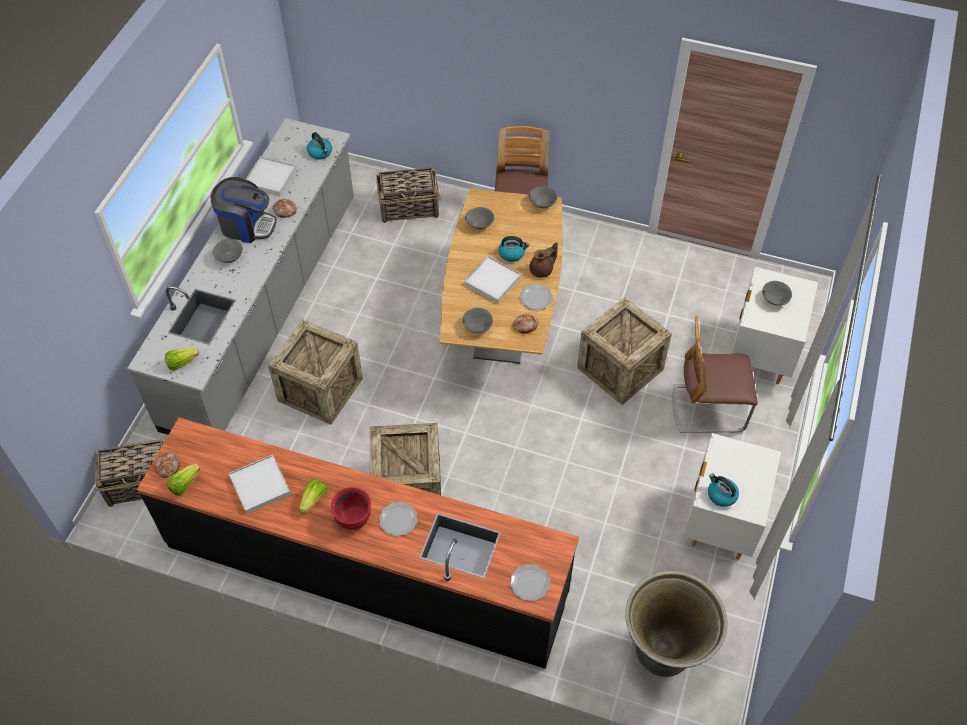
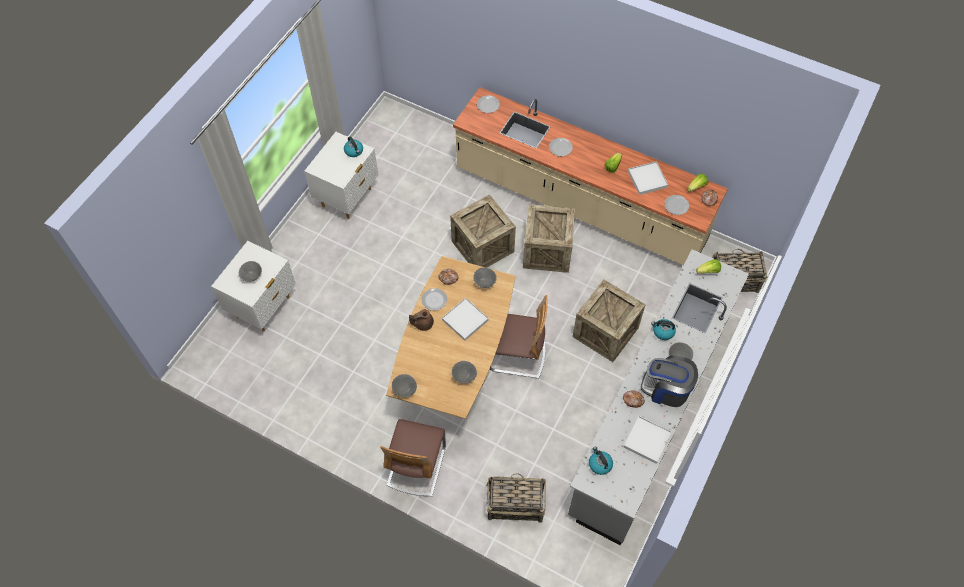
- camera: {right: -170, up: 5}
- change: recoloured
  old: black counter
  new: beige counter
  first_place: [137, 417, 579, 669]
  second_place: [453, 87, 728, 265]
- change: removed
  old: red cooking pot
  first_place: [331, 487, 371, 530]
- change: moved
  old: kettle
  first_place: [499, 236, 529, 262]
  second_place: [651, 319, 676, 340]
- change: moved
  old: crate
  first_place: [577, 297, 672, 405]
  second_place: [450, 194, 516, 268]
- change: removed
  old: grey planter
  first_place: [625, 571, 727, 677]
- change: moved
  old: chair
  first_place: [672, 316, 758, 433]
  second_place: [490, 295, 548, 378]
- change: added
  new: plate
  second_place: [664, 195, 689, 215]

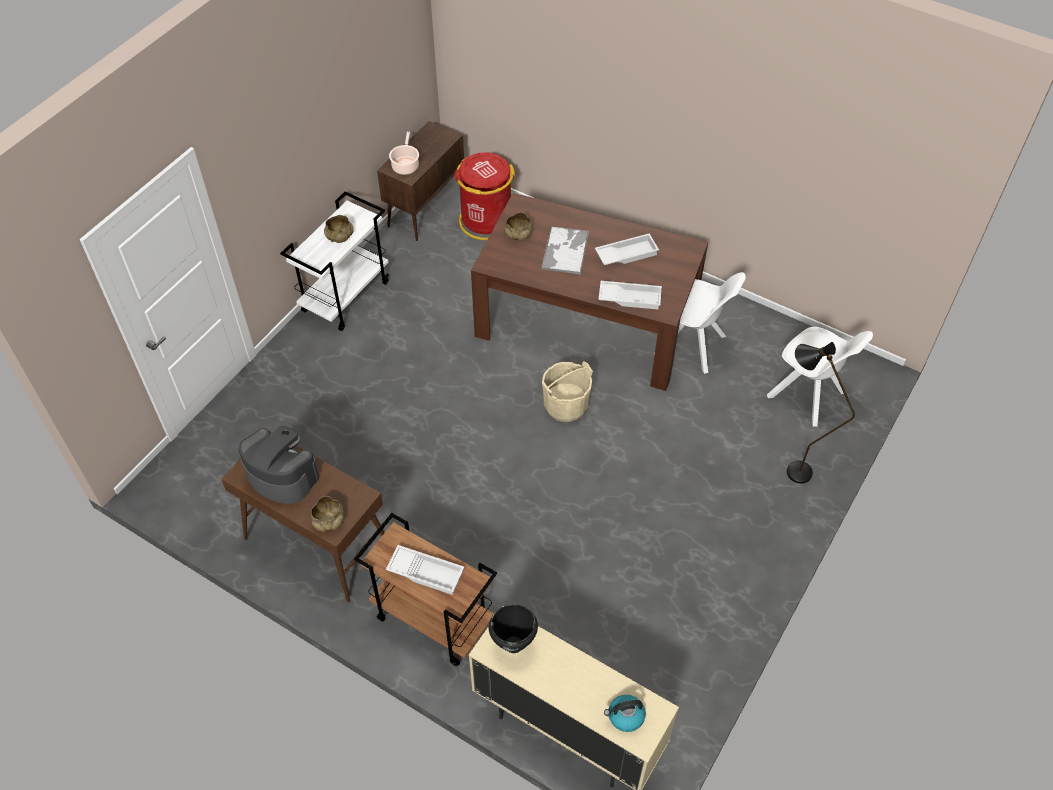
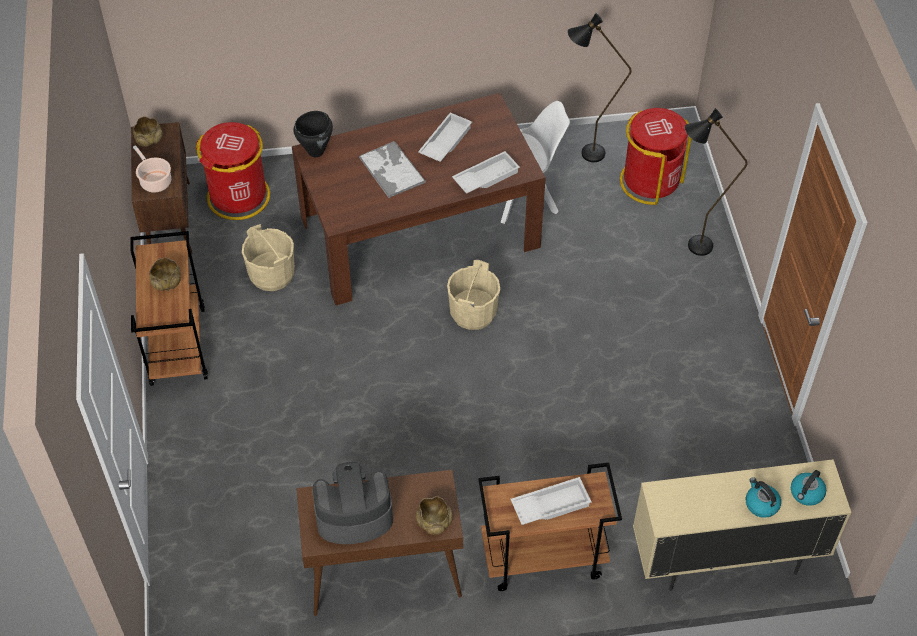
- camera: {right: -40, up: 0}
- change: recoloured
  old: white cart
  new: brown cart
  first_place: [280, 191, 389, 331]
  second_place: [130, 231, 208, 386]
- change: moved
  old: black cooking pot
  first_place: [489, 604, 538, 653]
  second_place: [294, 111, 333, 157]
- change: moved
  old: beige bowl
  first_place: [504, 212, 533, 241]
  second_place: [133, 116, 163, 147]
- change: replaced
  old: white chair
  new: red trash can
  first_place: [767, 327, 873, 427]
  second_place: [620, 108, 691, 205]
- change: added
  new: beige bucket
  second_place: [242, 224, 295, 291]
- change: added
  new: black floor lamp
  second_place: [567, 13, 632, 162]
- change: added
  new: kettle
  second_place: [746, 477, 781, 518]

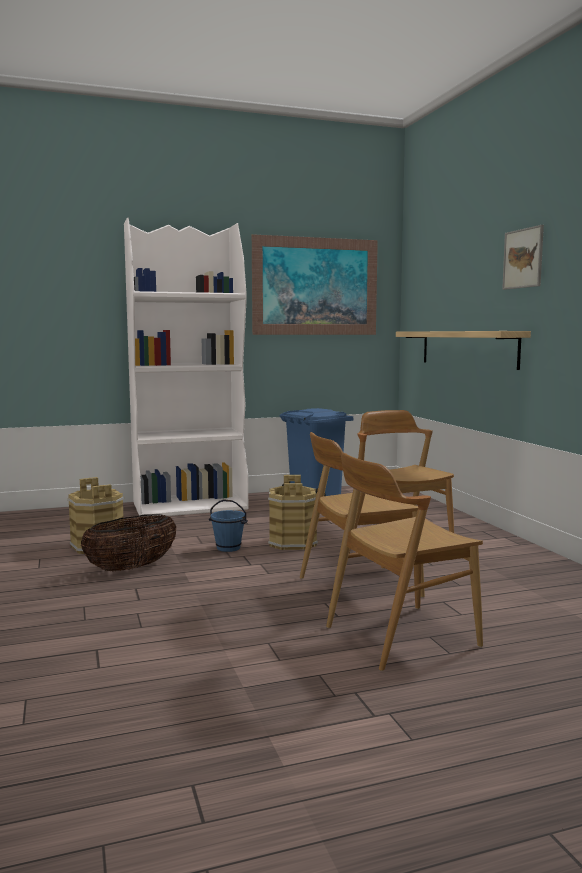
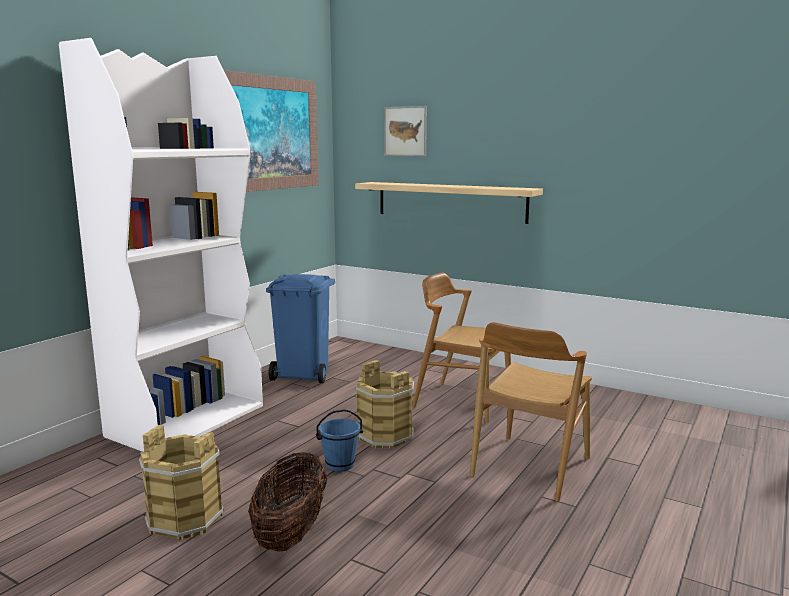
- camera: {right: -40, up: 5}
- change: removed
  old: brown chair
  first_place: [326, 453, 483, 671]
- change: moved
  old: picture
  first_place: [502, 225, 544, 290]
  second_place: [384, 106, 427, 156]

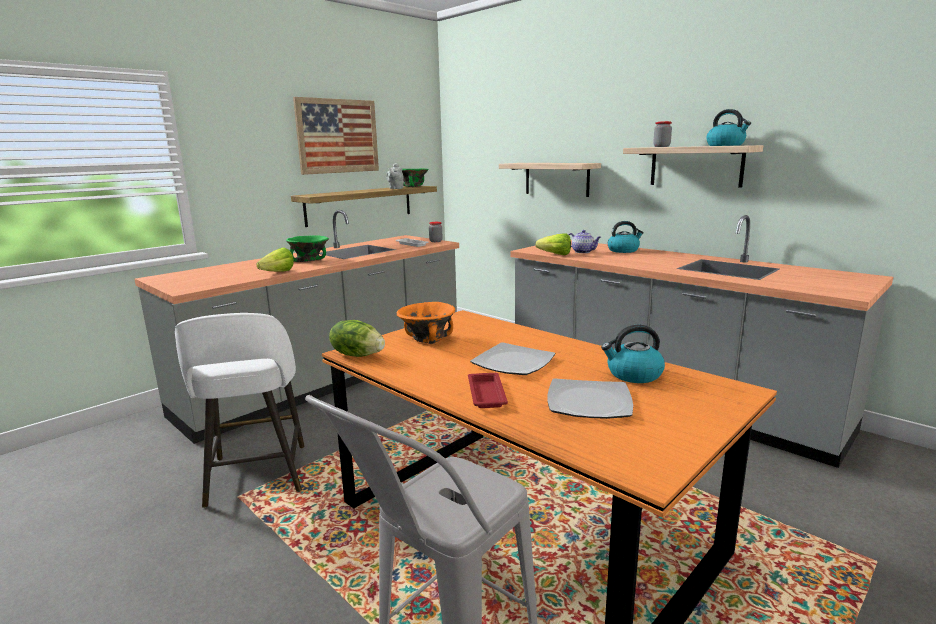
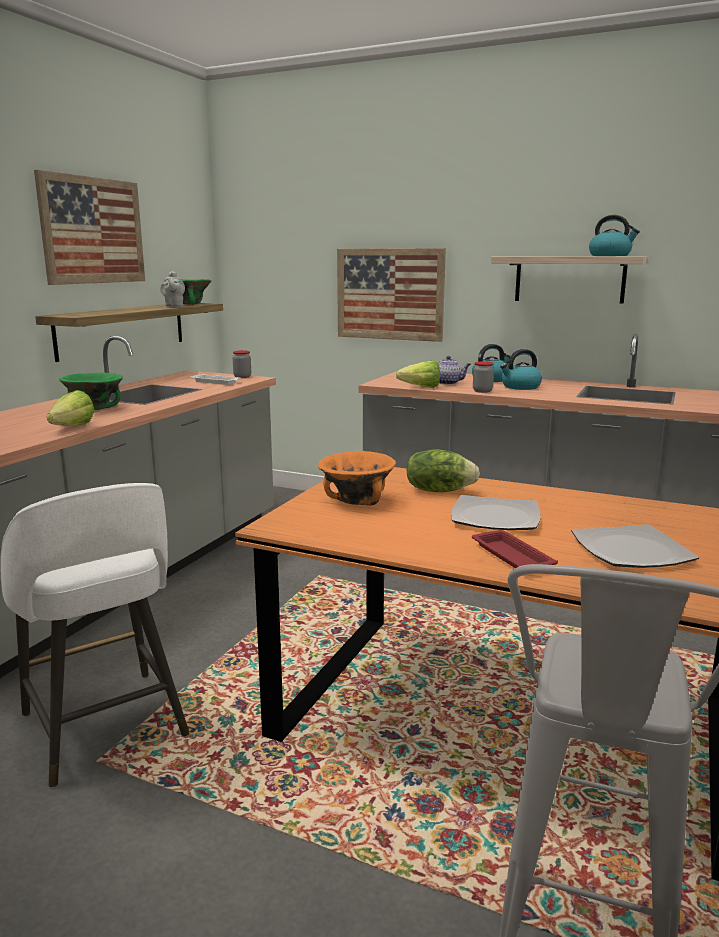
- camera: {right: -20, up: 0}
- change: moved
  old: lettuce
  first_place: [329, 320, 385, 357]
  second_place: [406, 449, 480, 492]
- change: replaced
  old: shelf
  new: picture
  first_place: [499, 163, 601, 197]
  second_place: [337, 248, 446, 342]
- change: moved
  old: kettle
  first_place: [601, 325, 665, 383]
  second_place: [500, 349, 542, 390]
- change: moved
  old: jar
  first_place: [653, 121, 672, 147]
  second_place: [473, 361, 494, 393]

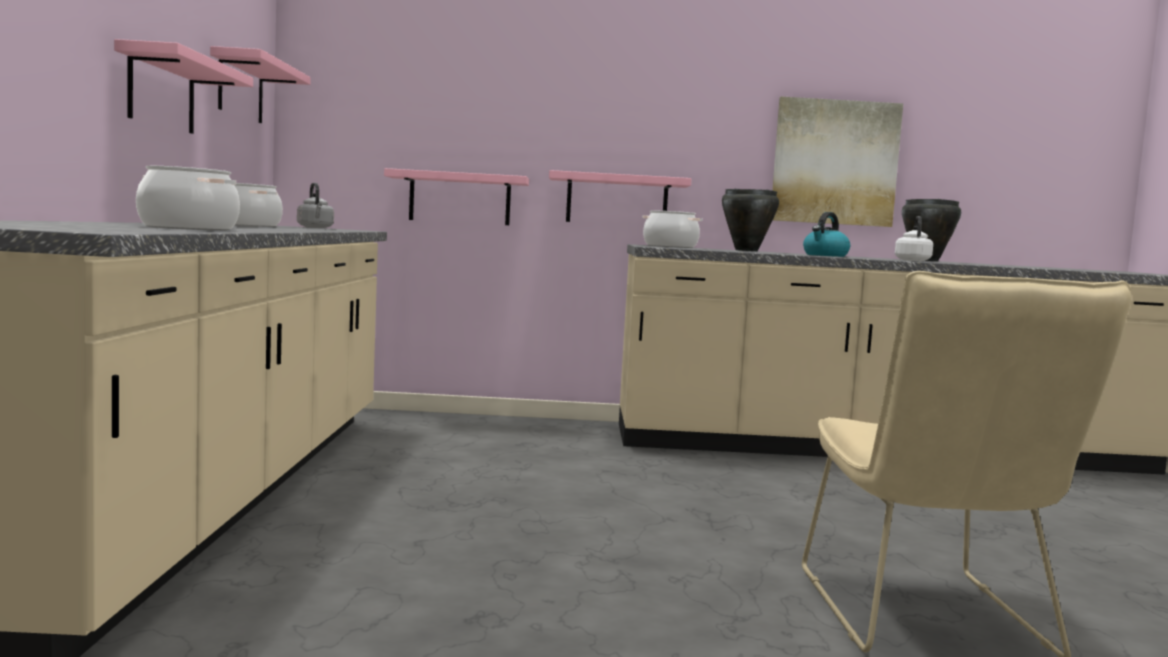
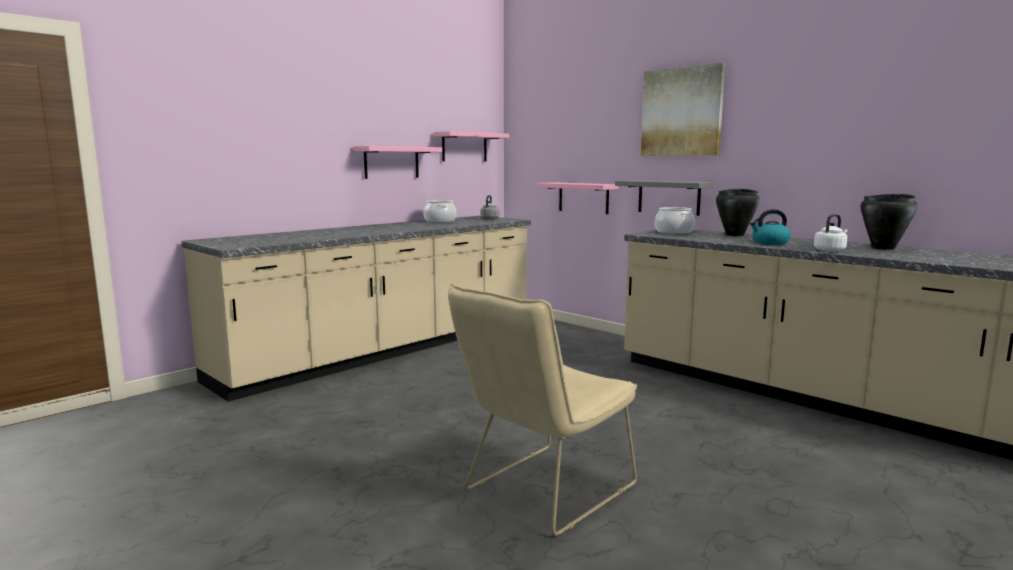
- camera: {right: 45, up: 5}
- change: removed
  old: cooking pot
  first_place: [136, 166, 240, 231]
- change: recoloured
  old: pink shelf
  new: grey shelf
  first_place: [549, 170, 691, 222]
  second_place: [615, 180, 713, 216]
- change: moved
  old: picture
  first_place: [772, 97, 903, 227]
  second_place: [641, 63, 725, 156]

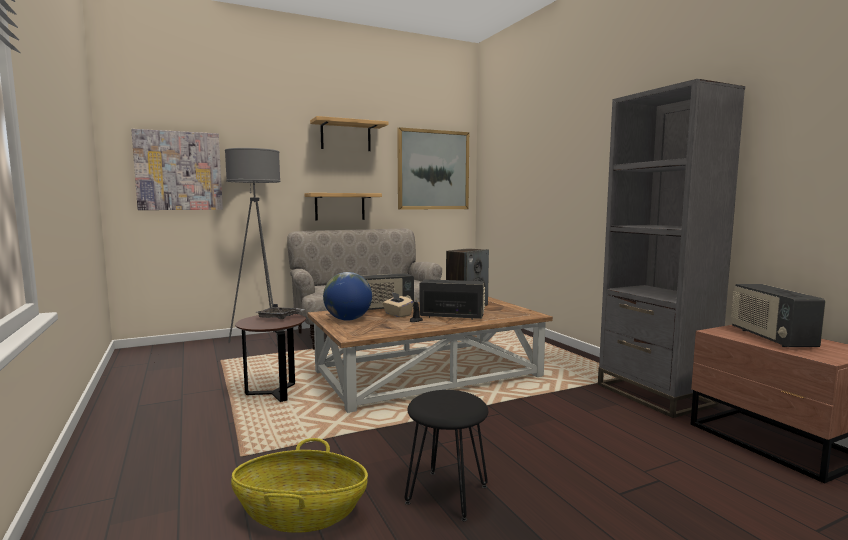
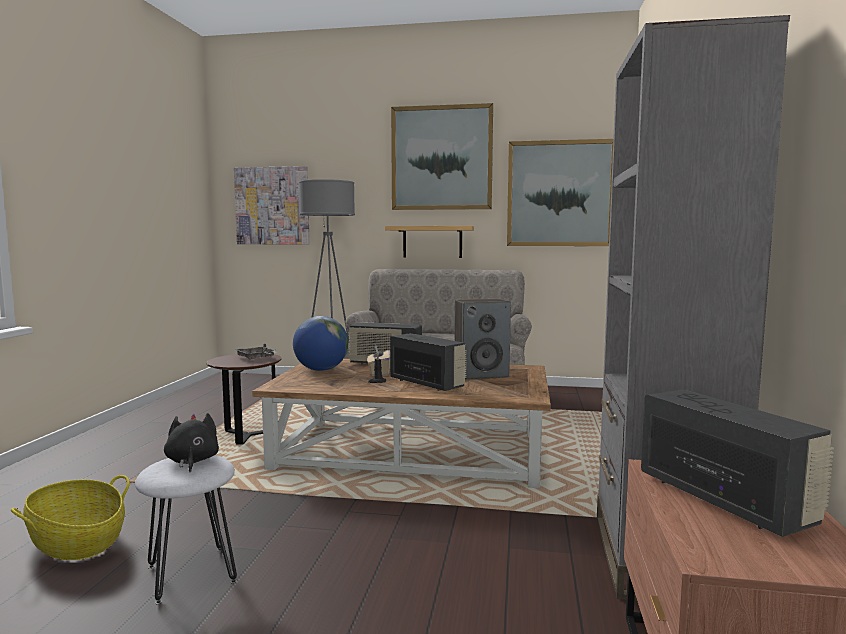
- camera: {right: 35, up: 0}
- change: replaced
  old: shelf
  new: picture
  first_place: [310, 116, 389, 151]
  second_place: [391, 103, 493, 210]
- change: recoloured
  old: black stool
  new: white stool
  first_place: [405, 390, 488, 521]
  second_place: [135, 455, 237, 604]
- change: turned
  old: radio
  first_place: [731, 284, 826, 347]
  second_place: [641, 389, 834, 537]
  degrees: 120
- change: added
  new: black plush toy
  second_place: [164, 413, 219, 473]

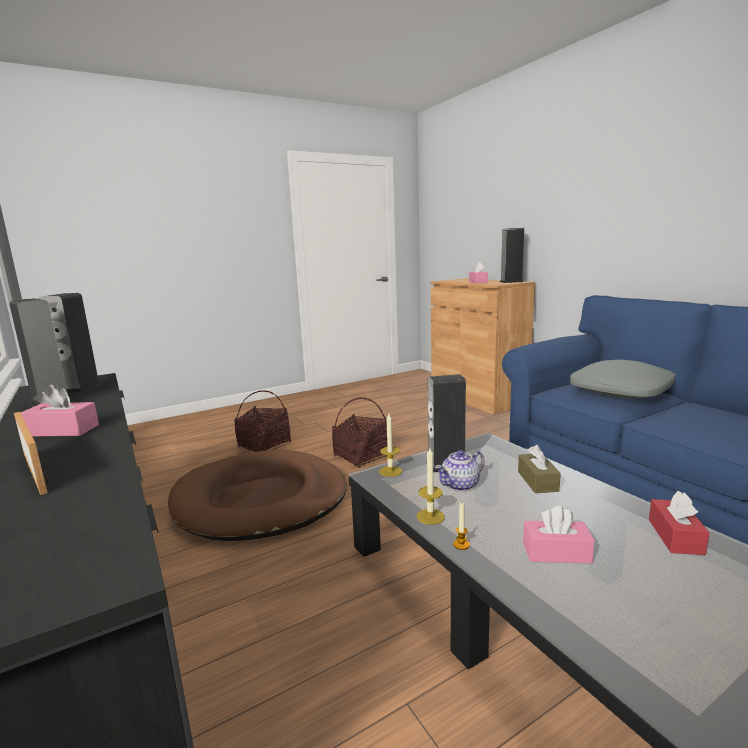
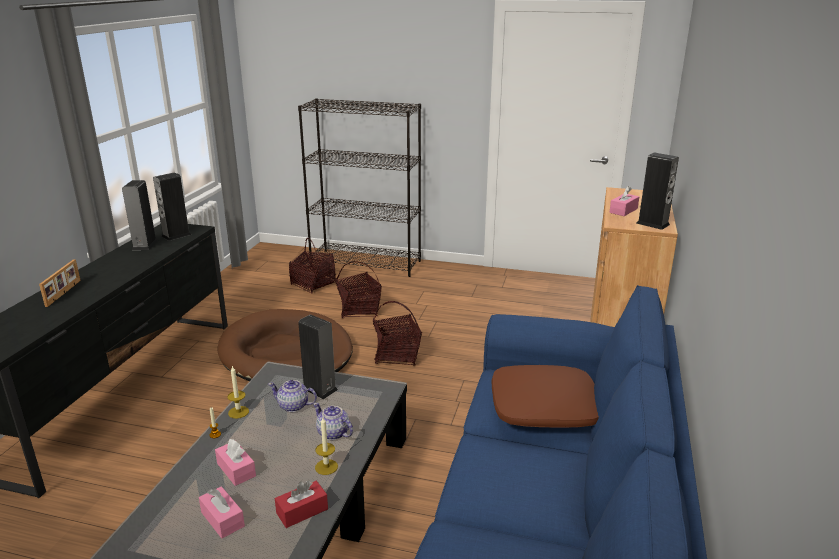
- camera: {right: 45, up: 10}
- change: moved
  old: pink tissue box
  first_place: [20, 385, 99, 437]
  second_place: [199, 486, 245, 538]
- change: moved
  old: candle
  first_place: [379, 414, 402, 477]
  second_place: [315, 417, 338, 475]
- change: replaced
  old: brown tissue box
  new: teapot
  first_place: [518, 445, 561, 493]
  second_place: [313, 403, 353, 440]
- change: recoloured
  old: grey pillow
  new: brown pillow
  first_place: [570, 360, 676, 398]
  second_place: [492, 365, 599, 428]
- change: added
  new: basket
  second_place: [289, 238, 336, 293]
- change: added
  new: black bookcase
  second_place: [298, 98, 421, 277]

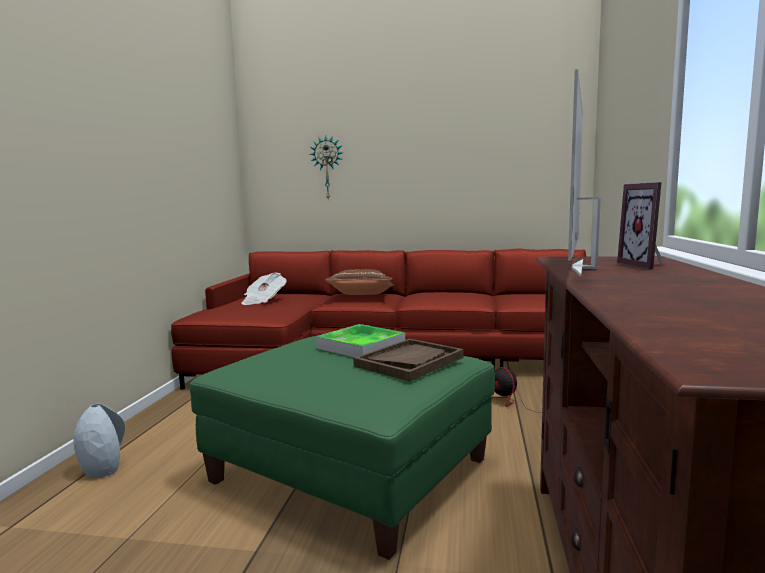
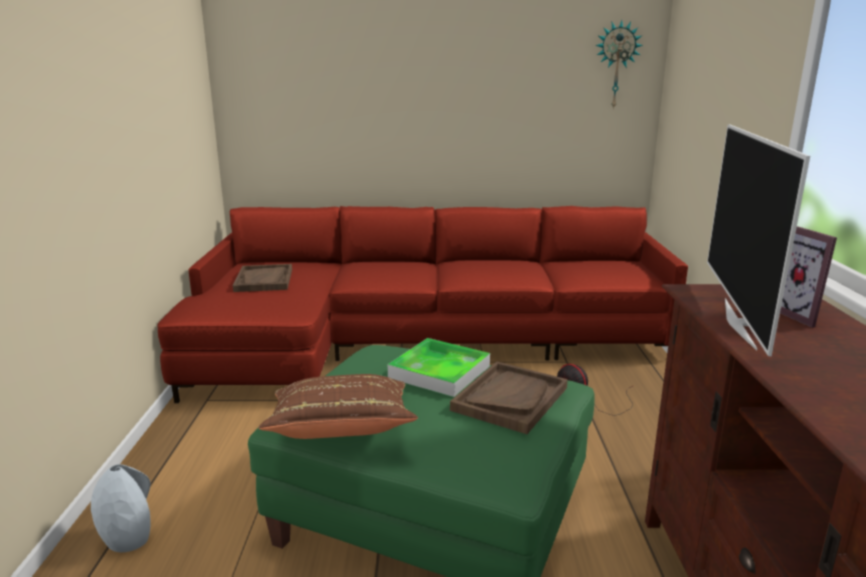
- camera: {right: -10, up: 10}
- change: replaced
  old: newspaper
  new: brown tray
  first_place: [241, 273, 287, 305]
  second_place: [233, 264, 292, 292]
- change: moved
  old: wall clock
  first_place: [310, 135, 343, 199]
  second_place: [596, 20, 643, 110]
- change: moved
  old: brown pillow
  first_place: [325, 269, 394, 295]
  second_place: [259, 374, 418, 439]

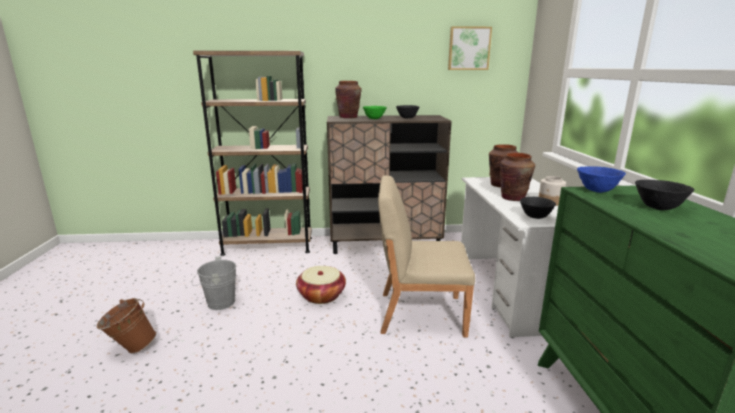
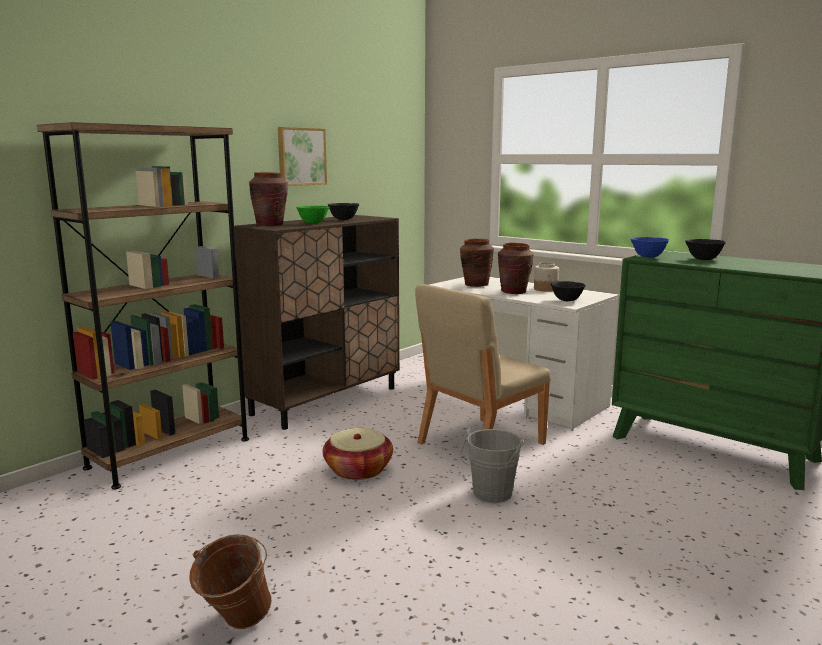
- camera: {right: -45, up: -5}
- change: moved
  old: grey bucket
  first_place: [192, 256, 236, 310]
  second_place: [461, 428, 523, 503]
- change: moved
  old: picture
  first_place: [448, 26, 492, 70]
  second_place: [278, 127, 327, 186]

